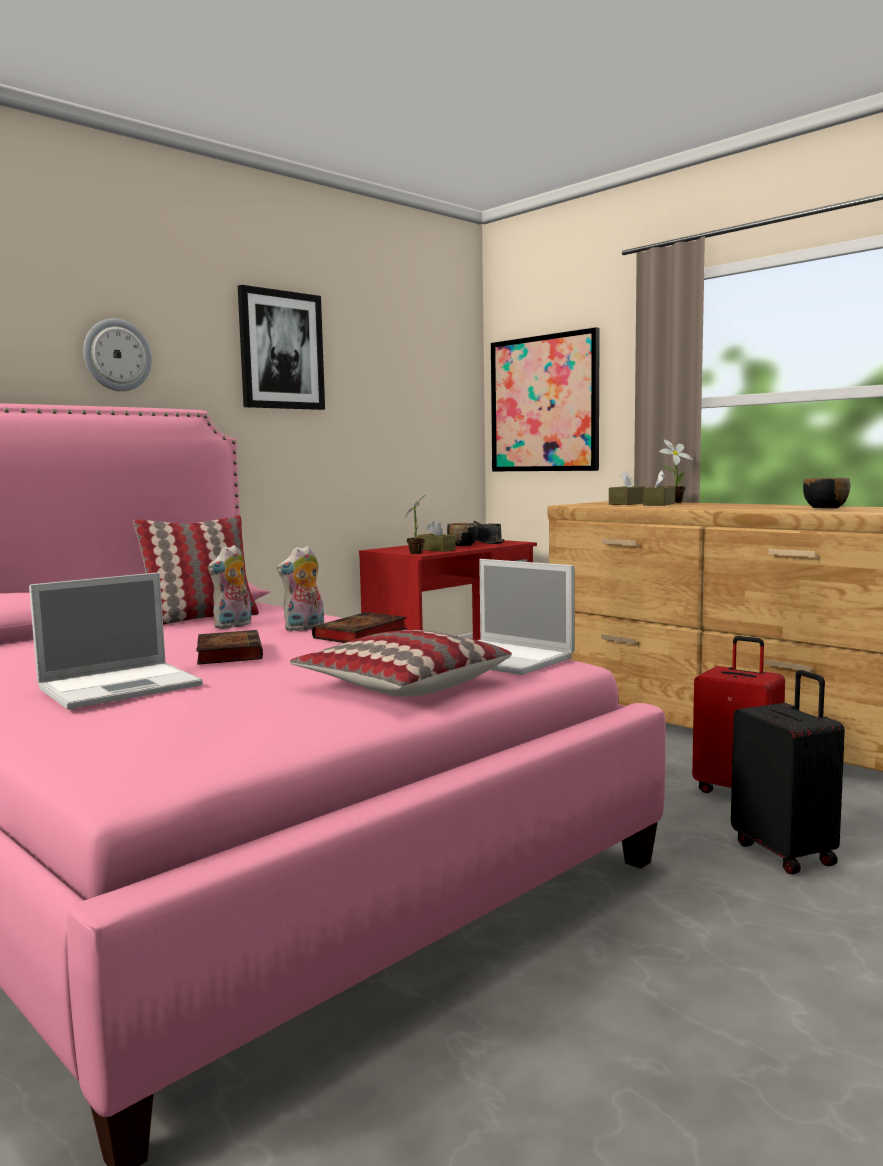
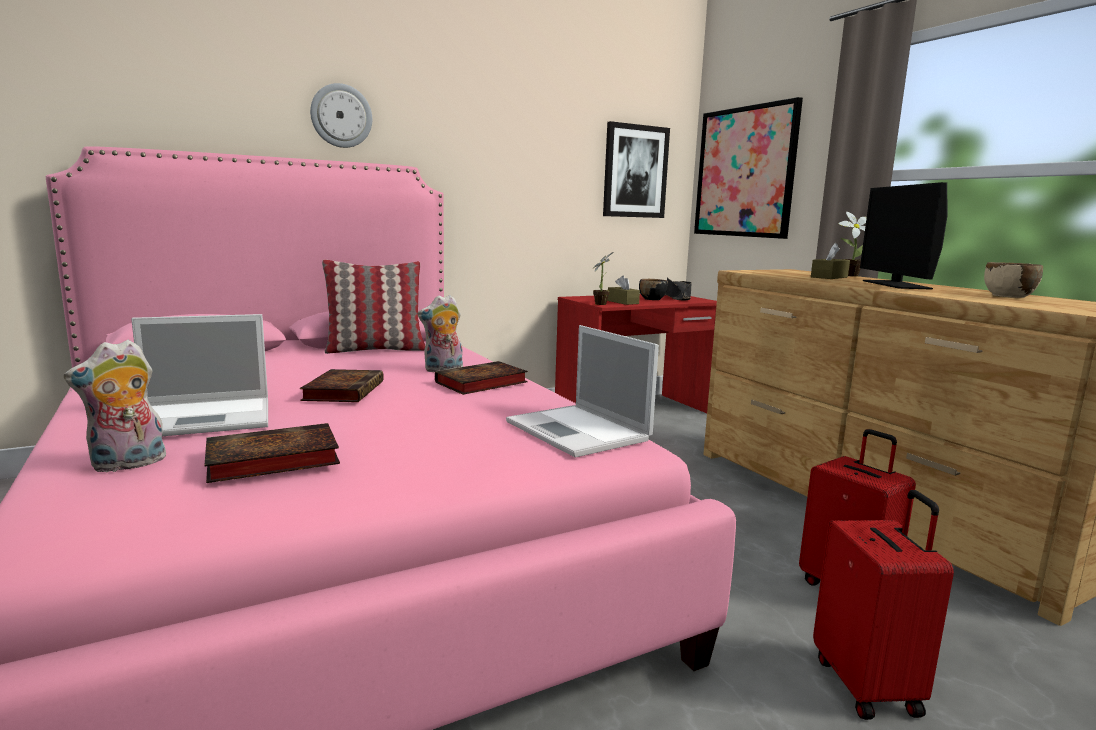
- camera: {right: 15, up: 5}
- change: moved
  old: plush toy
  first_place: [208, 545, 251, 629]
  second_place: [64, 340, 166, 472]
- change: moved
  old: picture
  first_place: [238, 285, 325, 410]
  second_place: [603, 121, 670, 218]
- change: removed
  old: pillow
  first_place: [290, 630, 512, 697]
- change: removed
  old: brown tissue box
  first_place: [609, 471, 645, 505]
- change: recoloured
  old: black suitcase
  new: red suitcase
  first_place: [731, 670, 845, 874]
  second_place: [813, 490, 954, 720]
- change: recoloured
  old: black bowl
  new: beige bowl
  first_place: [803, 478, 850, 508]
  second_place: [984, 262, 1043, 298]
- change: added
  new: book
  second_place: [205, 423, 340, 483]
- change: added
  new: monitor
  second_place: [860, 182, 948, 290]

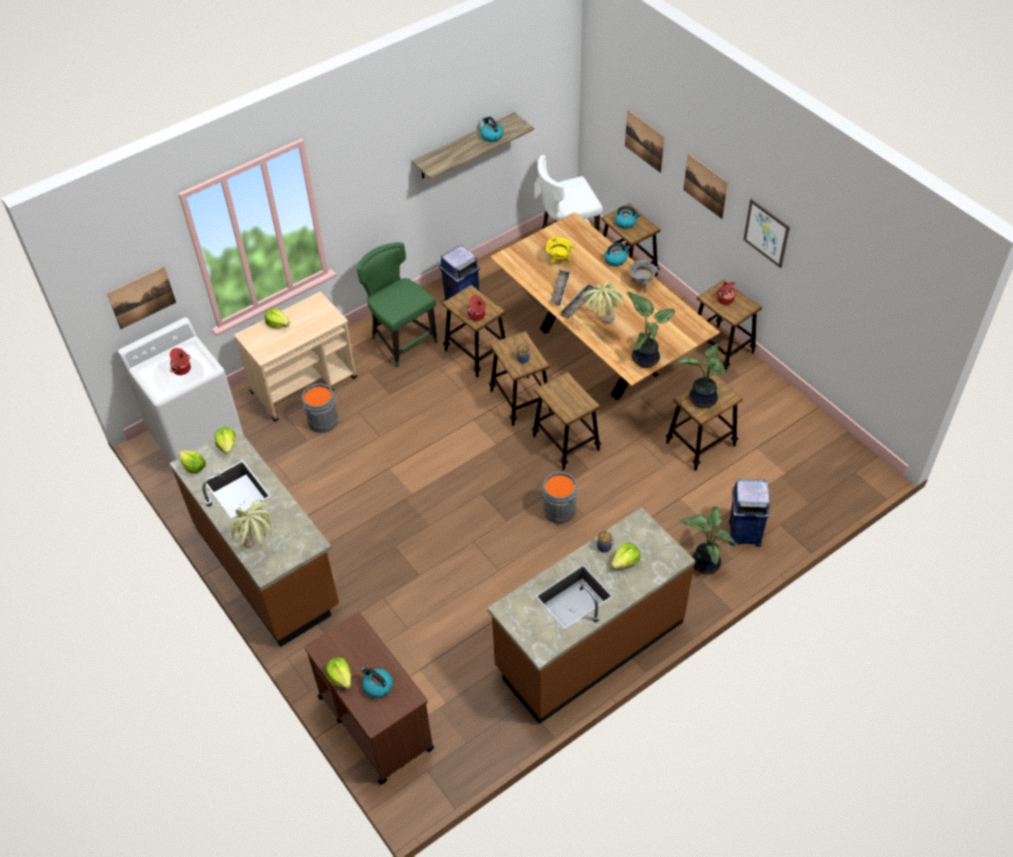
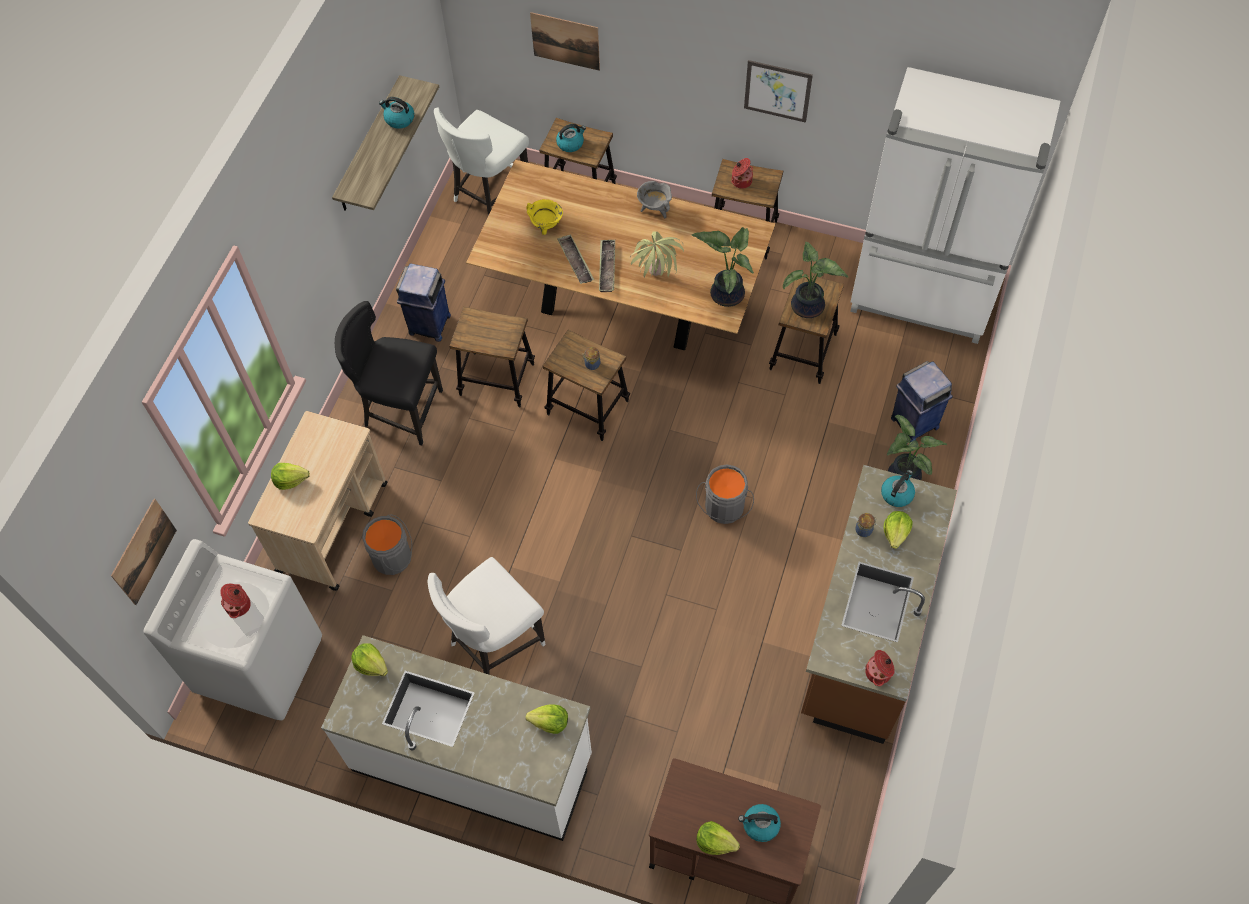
- camera: {right: -35, up: 10}
- change: recoloured
  old: brown counter
  new: white counter
  first_place: [170, 427, 339, 647]
  second_place: [321, 635, 592, 841]
- change: moved
  old: lettuce
  first_place: [179, 451, 206, 474]
  second_place: [526, 704, 568, 734]
- change: removed
  old: potted plant
  first_place: [229, 500, 274, 548]
- change: recoloured
  old: green chair
  new: black chair
  first_place: [357, 242, 437, 367]
  second_place: [335, 301, 443, 445]
- change: moved
  old: cooking pot
  first_place: [466, 295, 487, 321]
  second_place: [865, 650, 895, 686]
- change: removed
  old: stool
  first_place: [532, 372, 601, 471]
- change: moved
  old: kettle
  first_place: [604, 243, 630, 266]
  second_place: [881, 470, 915, 507]
- change: removed
  old: picture
  first_place: [684, 153, 728, 219]
- change: added
  new: white chair
  second_place: [428, 557, 546, 675]
- change: added
  new: white fridge
  second_place: [850, 67, 1061, 344]

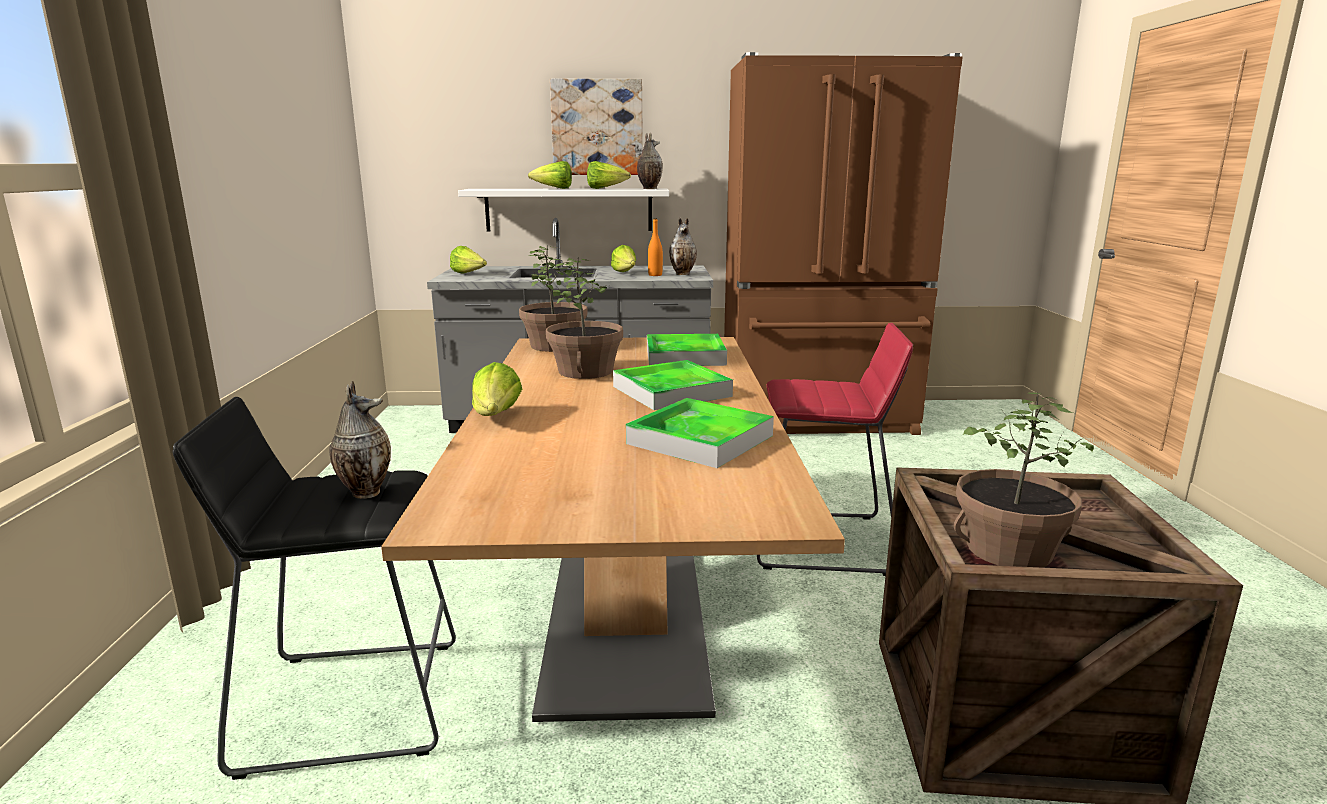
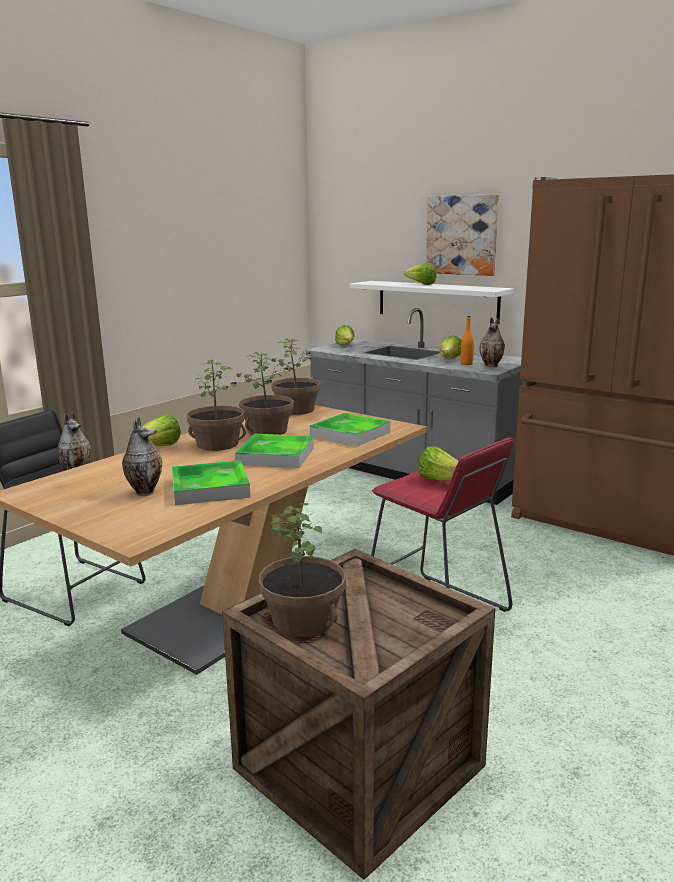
- camera: {right: 40, up: 0}
- change: moved
  old: lettuce
  first_place: [587, 161, 631, 189]
  second_place: [418, 447, 458, 481]
- change: moved
  old: vase
  first_place: [637, 132, 663, 189]
  second_place: [122, 417, 162, 496]
- change: added
  new: potted plant
  second_place: [186, 359, 246, 451]

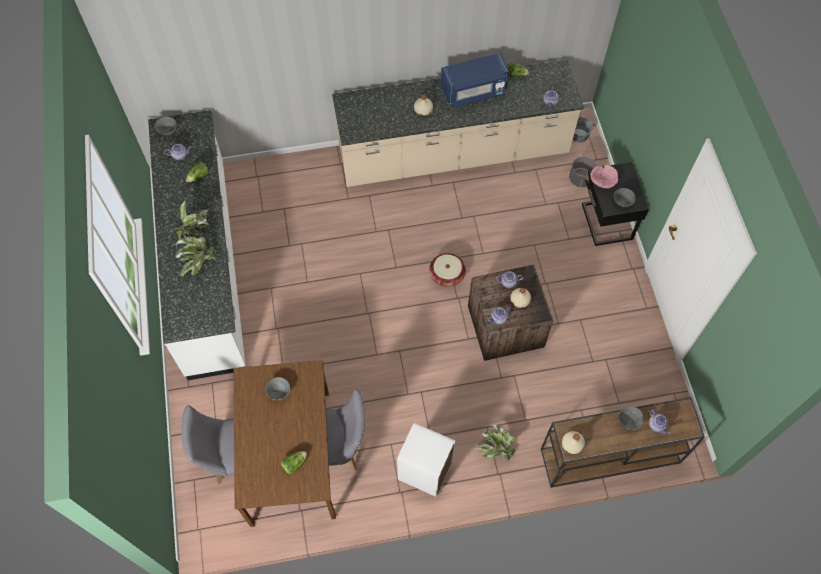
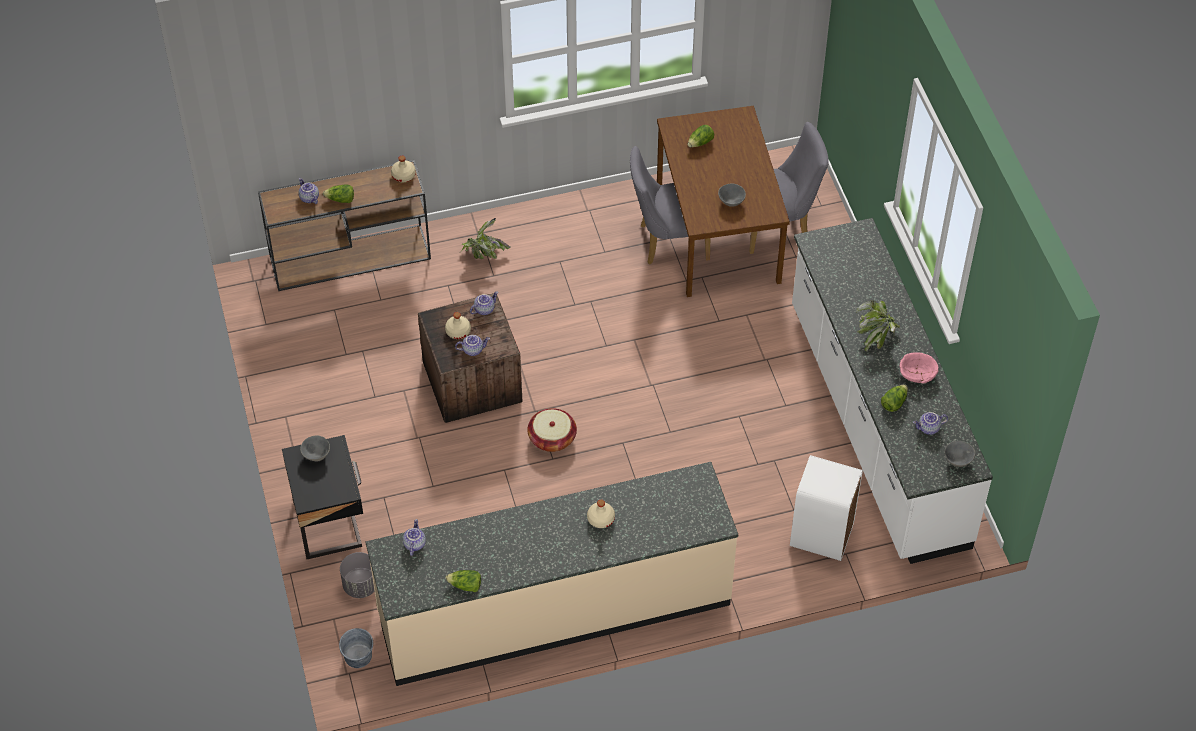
- camera: {right: 175, up: -10}
- change: removed
  old: potted plant
  first_place: [175, 236, 216, 276]
- change: moved
  old: white trash can
  first_place: [397, 423, 455, 497]
  second_place: [790, 455, 863, 561]
- change: removed
  old: blue microwave
  first_place: [441, 53, 509, 107]
- change: moved
  old: pink bowl
  first_place: [590, 165, 618, 188]
  second_place: [900, 352, 938, 384]
- change: replaced
  old: grey bowl
  new: lettuce
  first_place: [618, 406, 644, 430]
  second_place: [323, 185, 354, 203]

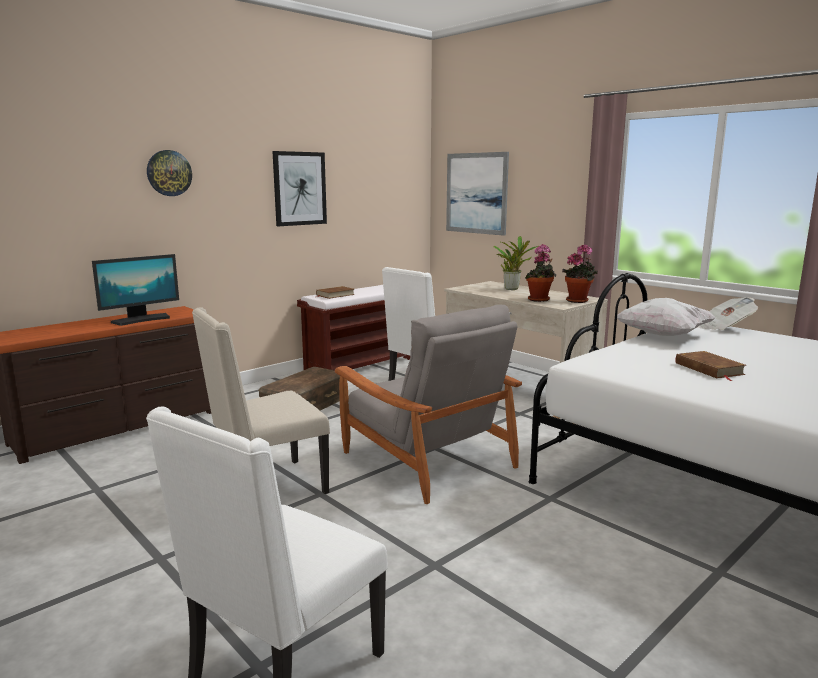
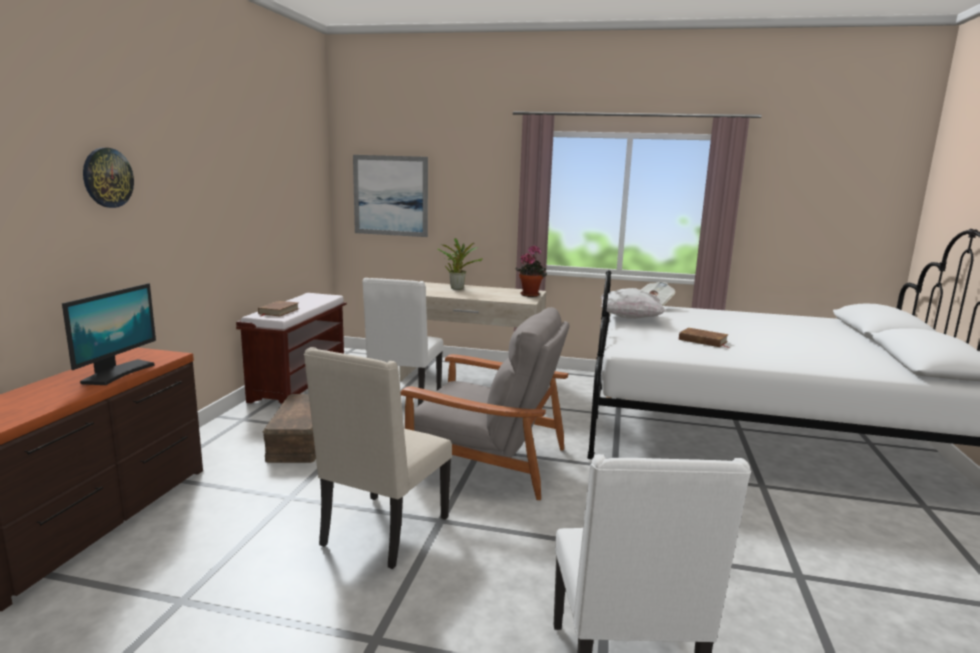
- camera: {right: -35, up: 0}
- change: removed
  old: picture
  first_place: [272, 151, 327, 226]
- change: removed
  old: potted plant
  first_place: [525, 244, 556, 302]

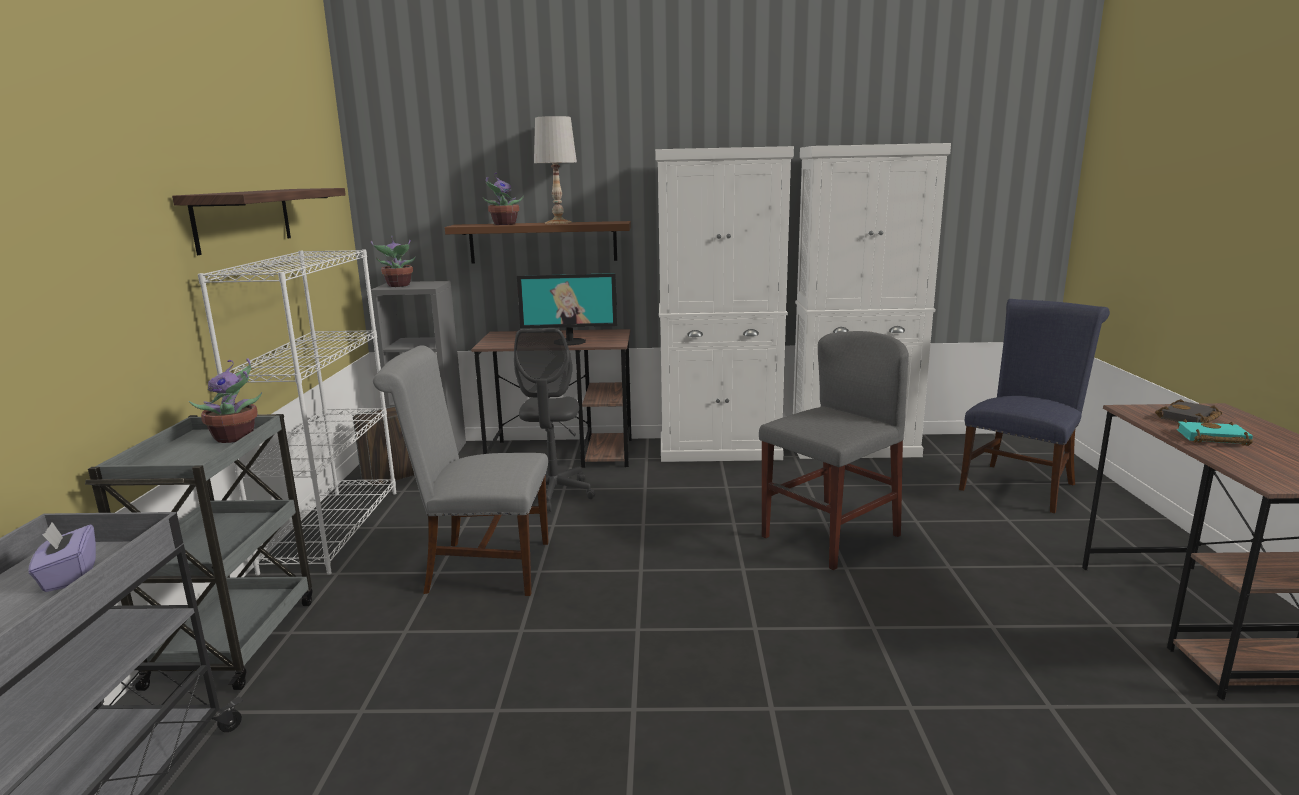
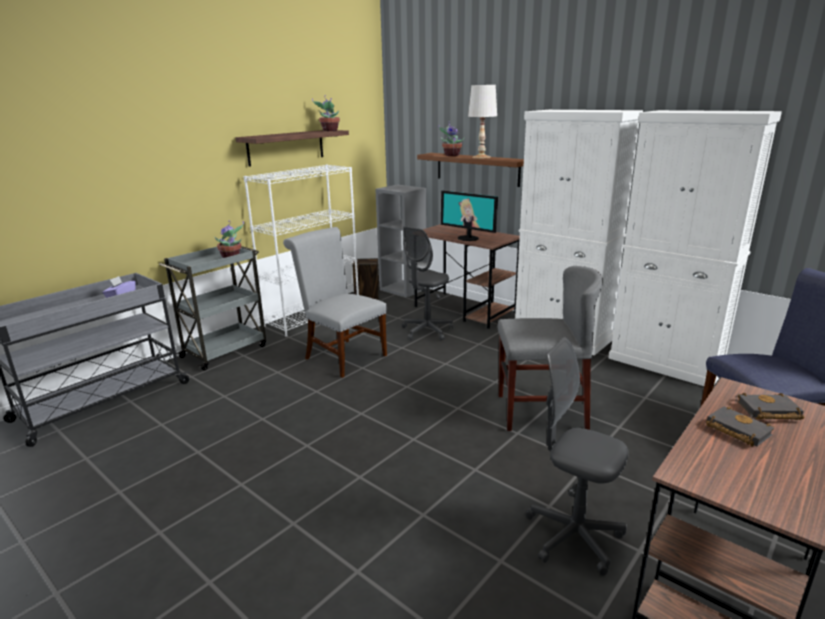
- camera: {right: 40, up: 5}
- change: moved
  old: potted plant
  first_place: [371, 236, 416, 287]
  second_place: [312, 95, 340, 131]
- change: recoloured
  old: turquoise book
  new: black book
  first_place: [1176, 419, 1253, 446]
  second_place: [706, 406, 774, 447]
- change: added
  new: grey office chair
  second_place: [525, 337, 629, 576]

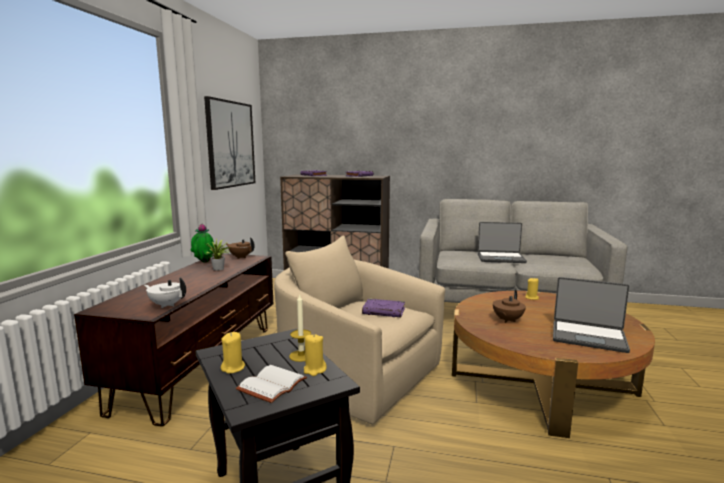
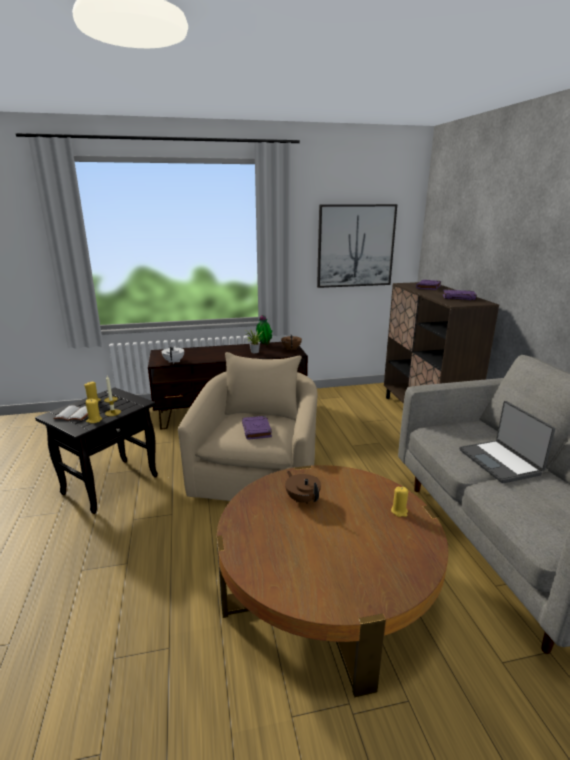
- camera: {right: 65, up: 10}
- change: turned
  old: brown teapot
  first_place: [493, 290, 526, 323]
  second_place: [285, 471, 321, 504]
  degrees: 45
- change: removed
  old: laptop
  first_place: [553, 277, 630, 353]

